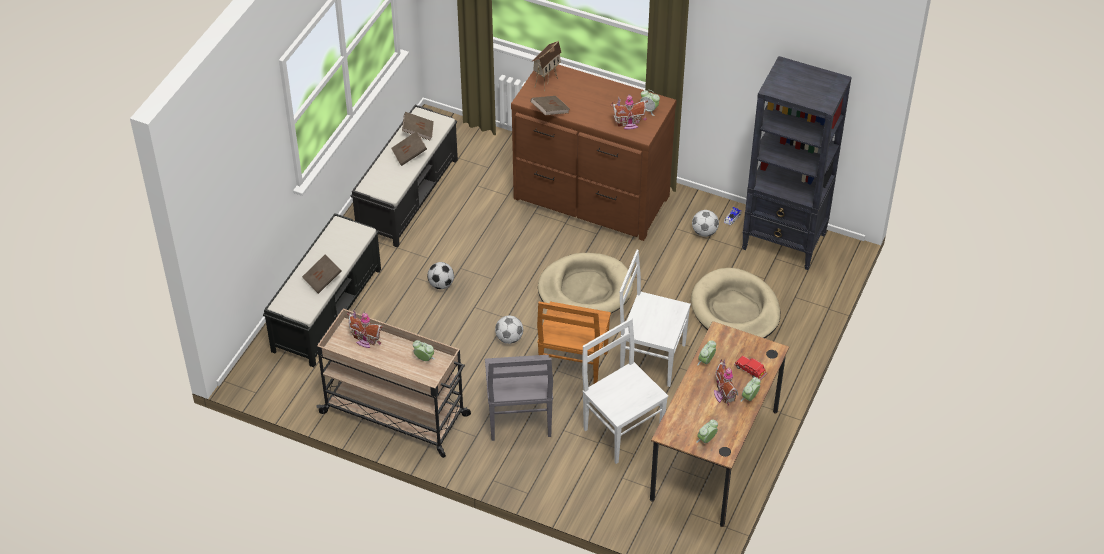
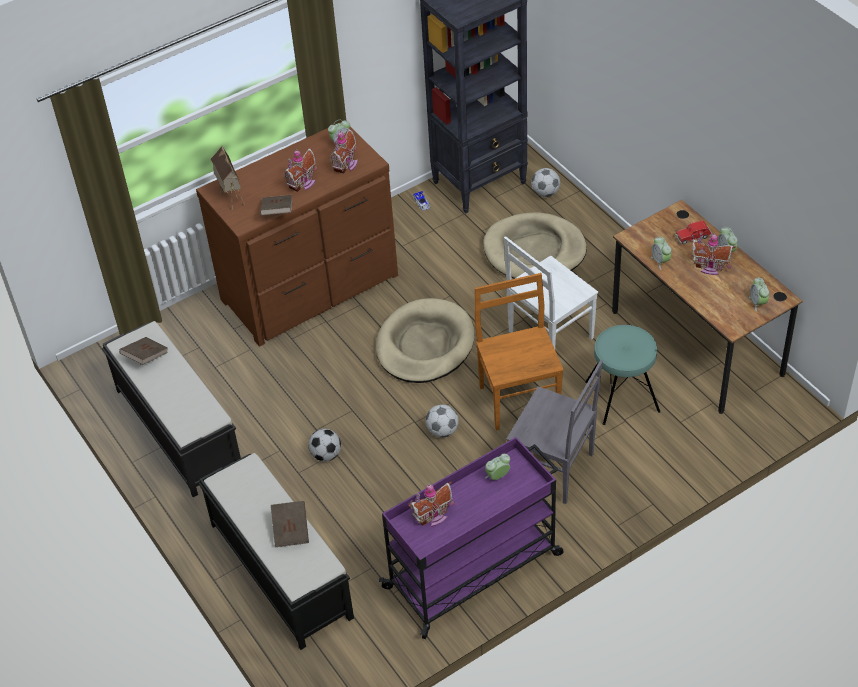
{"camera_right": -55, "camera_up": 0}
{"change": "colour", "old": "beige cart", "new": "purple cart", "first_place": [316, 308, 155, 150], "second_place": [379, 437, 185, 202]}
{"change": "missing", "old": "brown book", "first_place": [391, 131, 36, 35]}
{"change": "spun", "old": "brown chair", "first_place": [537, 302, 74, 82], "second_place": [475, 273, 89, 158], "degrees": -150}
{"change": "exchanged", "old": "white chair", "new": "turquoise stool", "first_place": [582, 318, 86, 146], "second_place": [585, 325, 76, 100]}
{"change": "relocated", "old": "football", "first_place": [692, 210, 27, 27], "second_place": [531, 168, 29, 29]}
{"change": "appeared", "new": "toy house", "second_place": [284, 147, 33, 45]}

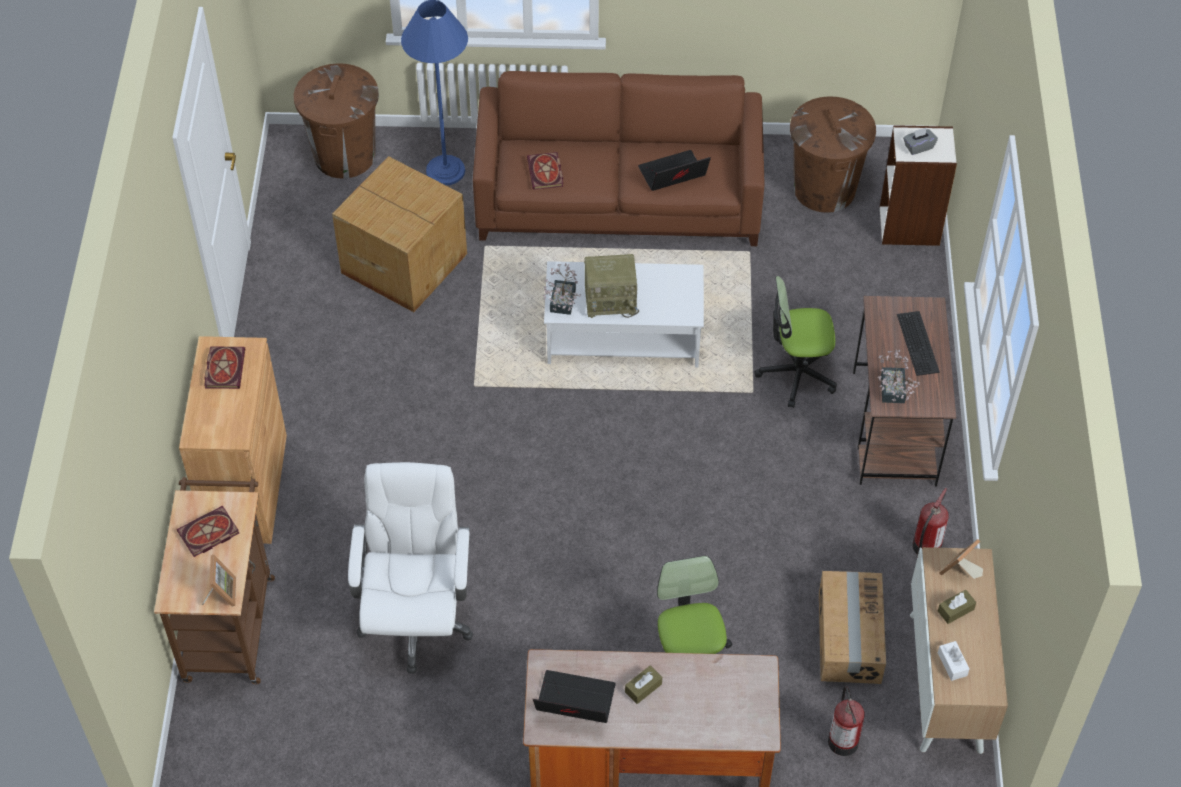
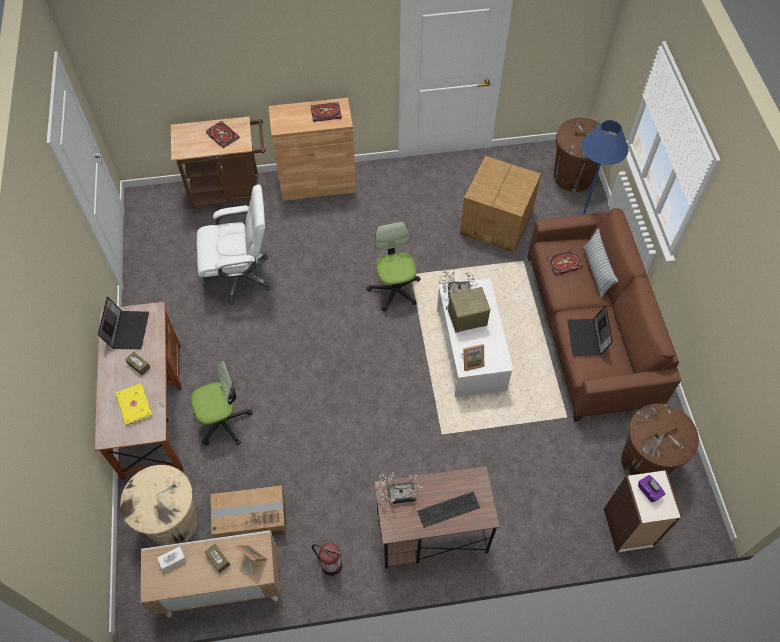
{"camera_right": 80, "camera_up": 5}
{"change": "relocated", "old": "picture frame", "first_place": [202, 555, 34, 52], "second_place": [460, 344, 24, 27]}
{"change": "spun", "old": "radio", "first_place": [584, 254, 55, 64], "second_place": [446, 287, 45, 46], "degrees": 90}
{"change": "spun", "old": "laptop", "first_place": [638, 150, 73, 41], "second_place": [567, 305, 46, 51], "degrees": -150}
{"change": "relocated", "old": "office chair", "first_place": [755, 276, 82, 132], "second_place": [367, 222, 54, 90]}
{"change": "exchanged", "old": "fire extinguisher", "new": "beige trash can", "first_place": [828, 686, 37, 70], "second_place": [120, 465, 78, 81]}
{"change": "colour", "old": "grey tissue box", "new": "purple tissue box", "first_place": [903, 128, 35, 27], "second_place": [638, 475, 27, 27]}
{"change": "appeared", "new": "yellow book", "second_place": [115, 383, 38, 44]}
{"change": "appeared", "new": "pillow", "second_place": [583, 228, 35, 70]}

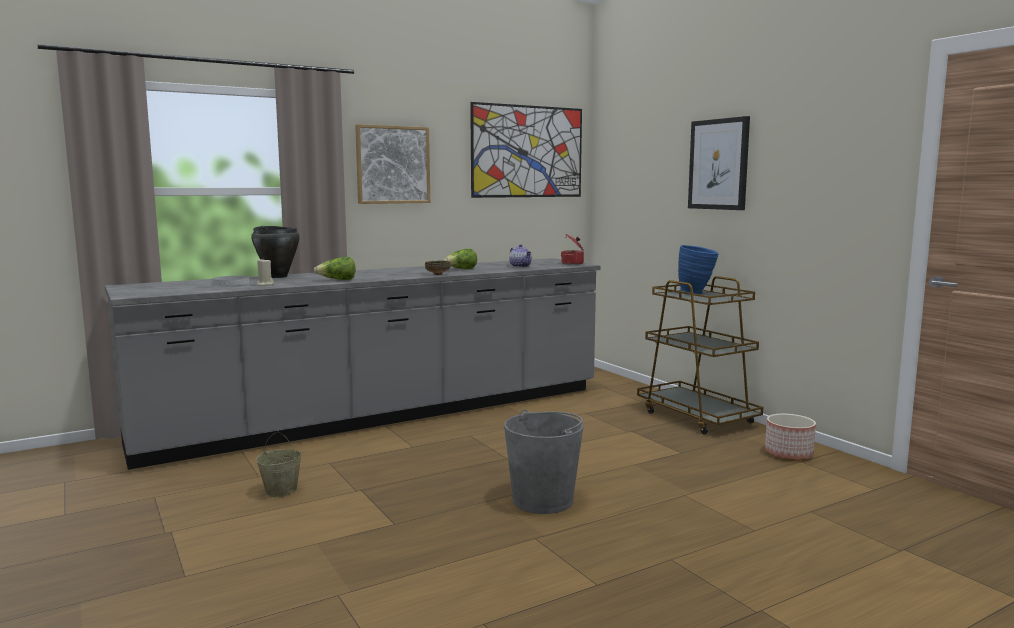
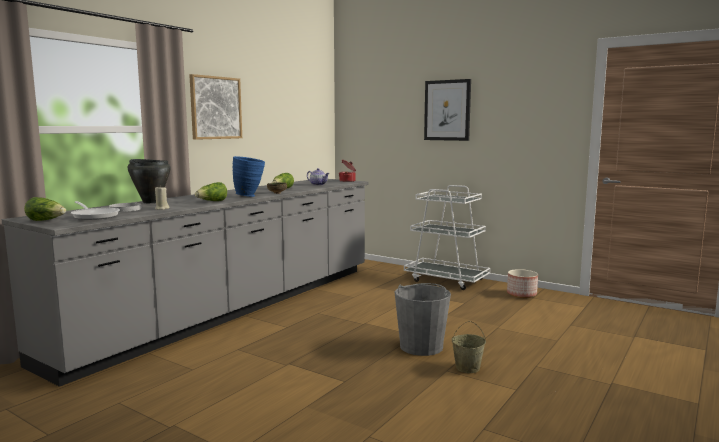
{"camera_right": -25, "camera_up": 0}
{"change": "relocated", "old": "beige bucket", "first_place": [256, 431, 46, 66], "second_place": [452, 321, 34, 52]}
{"change": "missing", "old": "picture", "first_place": [470, 102, 112, 96]}
{"change": "colour", "old": "brown cart", "new": "white cart", "first_place": [637, 276, 126, 158], "second_place": [404, 185, 86, 105]}
{"change": "relocated", "old": "blue vase", "first_place": [678, 245, 41, 49], "second_place": [233, 156, 32, 41]}
{"change": "appeared", "new": "lettuce", "second_place": [24, 197, 42, 24]}
{"change": "appeared", "new": "frying pan", "second_place": [71, 201, 49, 19]}

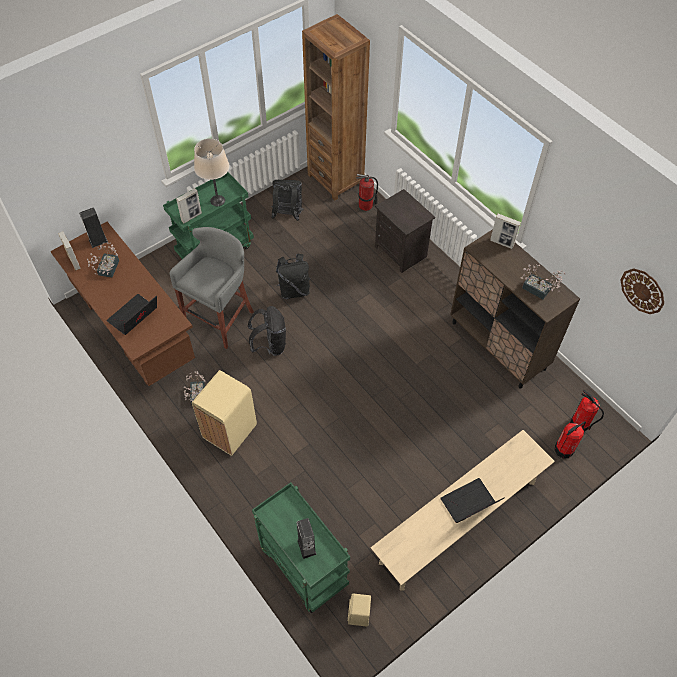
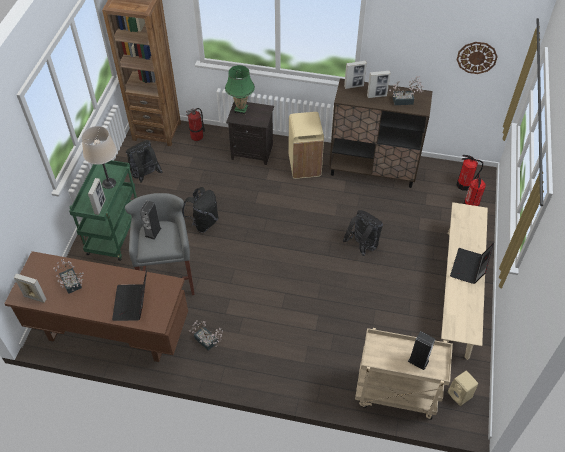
{"camera_right": -40, "camera_up": -5}
{"change": "relocated", "old": "speaker", "first_place": [79, 207, 29, 41], "second_place": [140, 200, 21, 40]}
{"change": "relocated", "old": "beige trash can", "first_place": [192, 370, 65, 86], "second_place": [288, 112, 36, 67]}
{"change": "relocated", "old": "black backpack", "first_place": [248, 306, 38, 50], "second_place": [343, 210, 40, 46]}
{"change": "colour", "old": "green cart", "new": "beige cart", "first_place": [252, 482, 98, 131], "second_place": [355, 328, 98, 92]}
{"change": "appeared", "new": "green table lamp", "second_place": [225, 65, 30, 50]}
{"change": "appeared", "new": "picture frame", "second_place": [367, 71, 24, 27]}

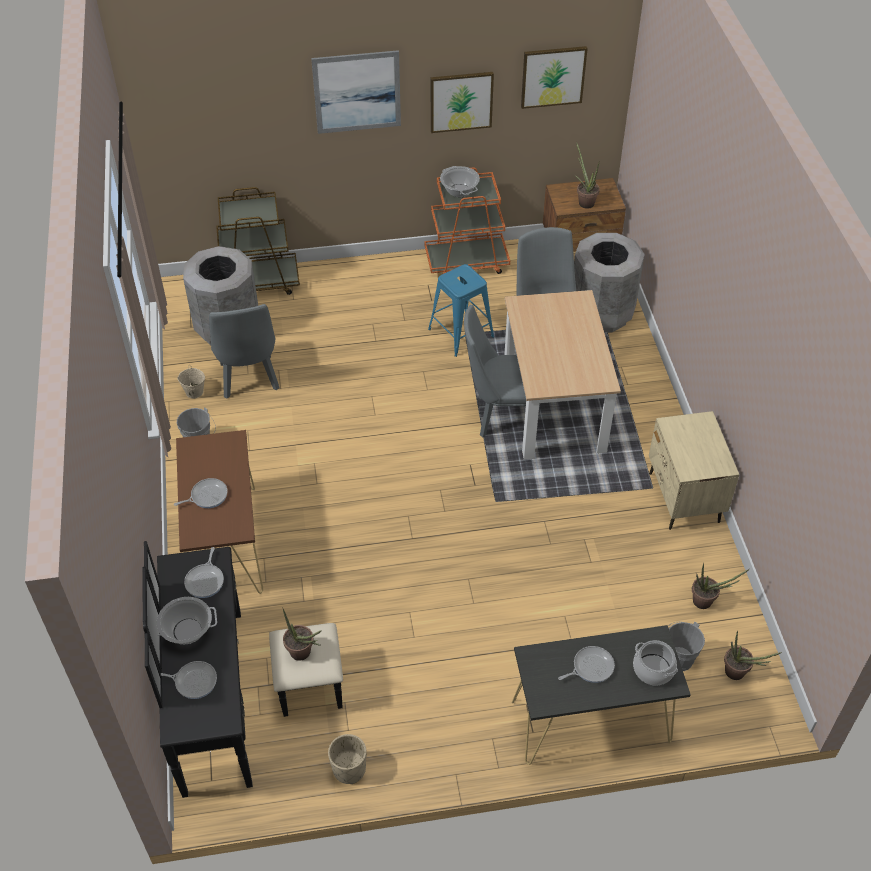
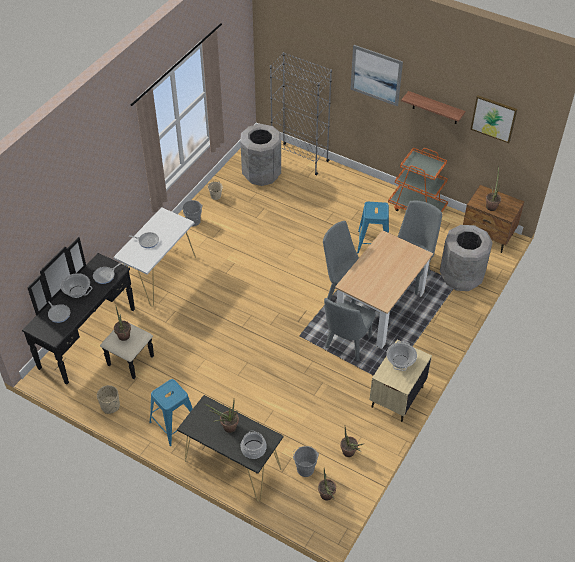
{"camera_right": 40, "camera_up": 0}
{"change": "colour", "old": "brown console table", "new": "white console table", "first_place": [176, 430, 87, 164], "second_place": [113, 207, 83, 100]}
{"change": "relocated", "old": "grey chair", "first_place": [209, 304, 71, 95], "second_place": [324, 298, 52, 63]}
{"change": "exchanged", "old": "brown cart", "new": "grey bookcase", "first_place": [216, 187, 84, 108], "second_place": [270, 52, 62, 124]}
{"change": "exchanged", "old": "picture", "new": "shelf", "first_place": [431, 72, 63, 61], "second_place": [401, 91, 65, 33]}
{"change": "relocated", "old": "cooking pot", "first_place": [440, 166, 40, 31], "second_place": [386, 341, 31, 30]}
{"change": "exchanged", "old": "frying pan", "new": "potted plant", "first_place": [558, 646, 57, 37], "second_place": [205, 401, 34, 32]}
{"change": "appeared", "new": "blue stool", "second_place": [149, 379, 44, 67]}

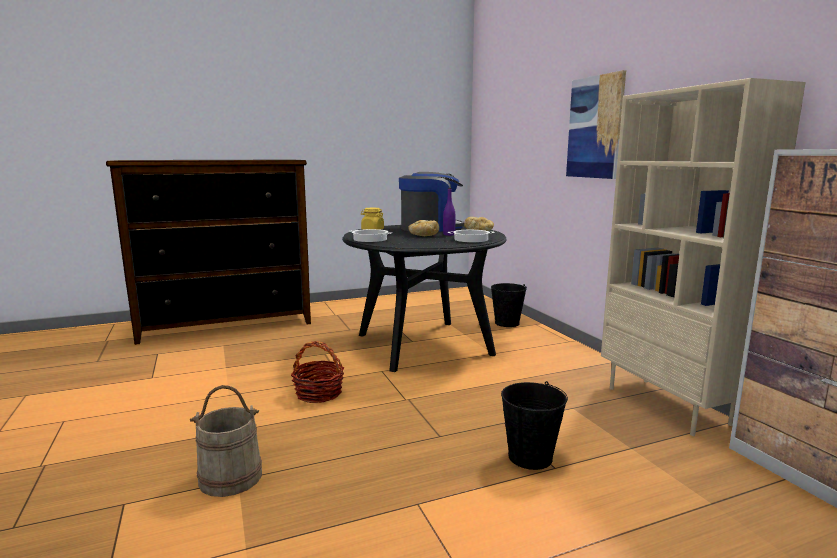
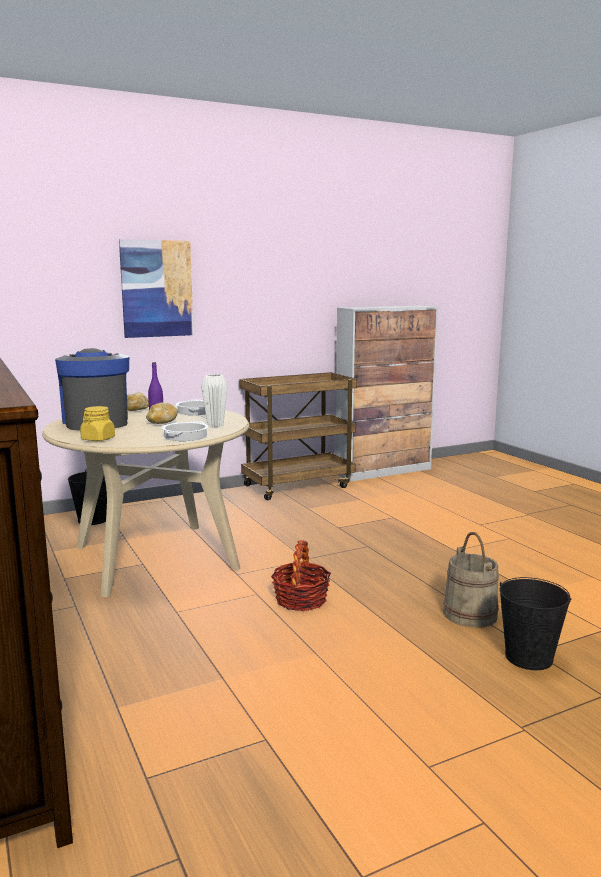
{"camera_right": -95, "camera_up": 0}
{"change": "colour", "old": "black dining table", "new": "beige dining table", "first_place": [342, 225, 165, 147], "second_place": [42, 405, 207, 192]}
{"change": "relocated", "old": "black bucket", "first_place": [501, 381, 67, 89], "second_place": [500, 577, 72, 93]}
{"change": "exchanged", "old": "beige bookcase", "new": "brown cart", "first_place": [601, 78, 205, 358], "second_place": [239, 372, 118, 128]}
{"change": "appeared", "new": "white vase", "second_place": [201, 374, 26, 54]}

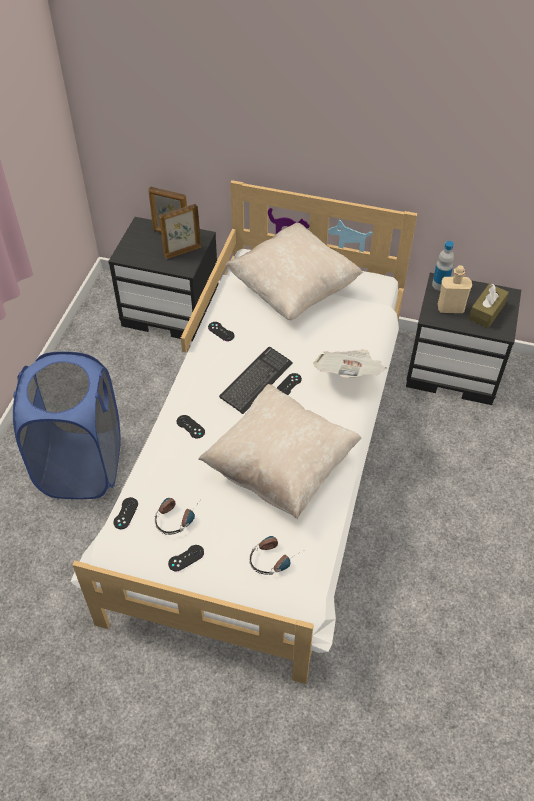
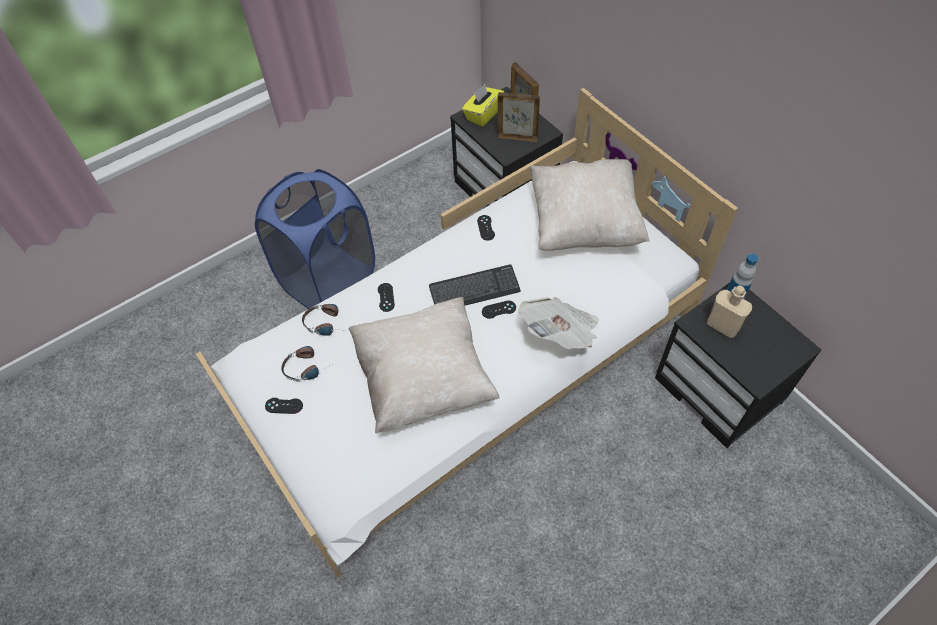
{"camera_right": 40, "camera_up": 5}
{"change": "missing", "old": "black game controller", "first_place": [113, 497, 25, 32]}
{"change": "relocated", "old": "headphones", "first_place": [249, 536, 50, 39], "second_place": [302, 304, 37, 32]}
{"change": "missing", "old": "brown tissue box", "first_place": [469, 284, 40, 44]}
{"change": "appeared", "new": "yellow tissue box", "second_place": [462, 84, 42, 43]}

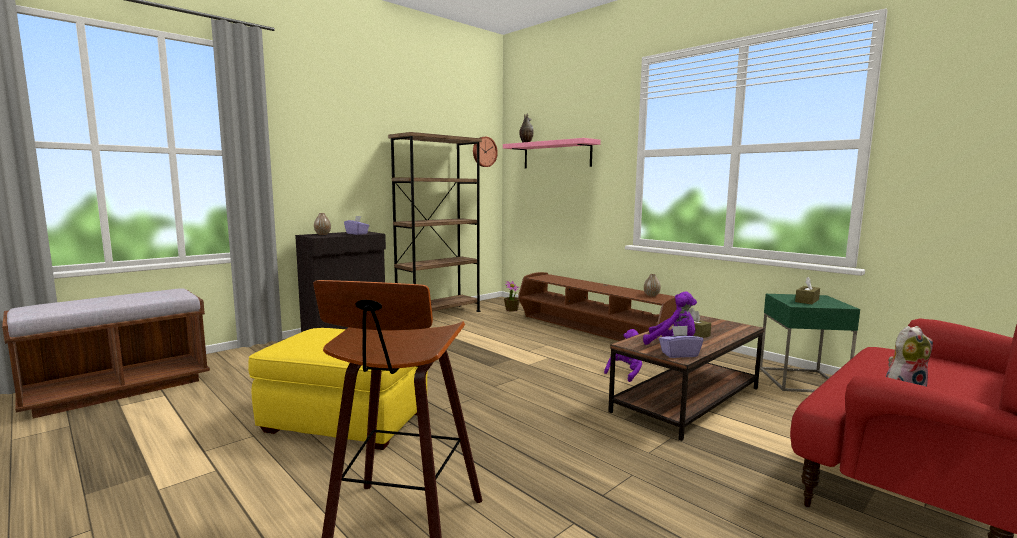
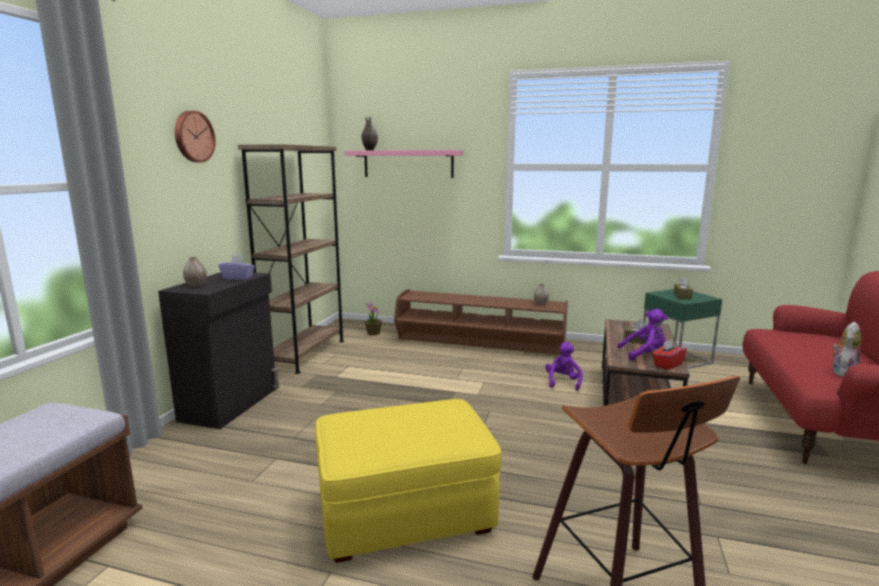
{"camera_right": -30, "camera_up": 5}
{"change": "relocated", "old": "wall clock", "first_place": [473, 137, 25, 30], "second_place": [175, 111, 41, 51]}
{"change": "colour", "old": "purple tissue box", "new": "red tissue box", "first_place": [659, 326, 44, 32], "second_place": [652, 339, 35, 31]}

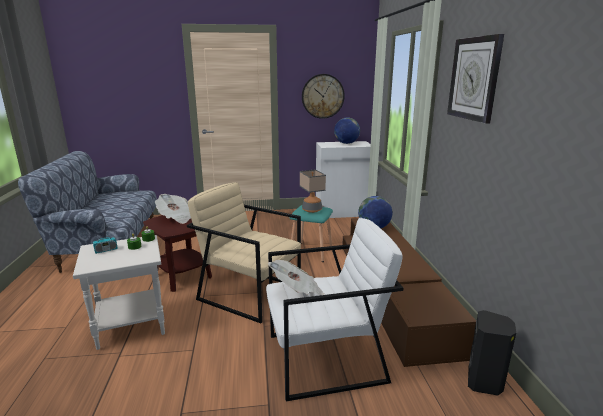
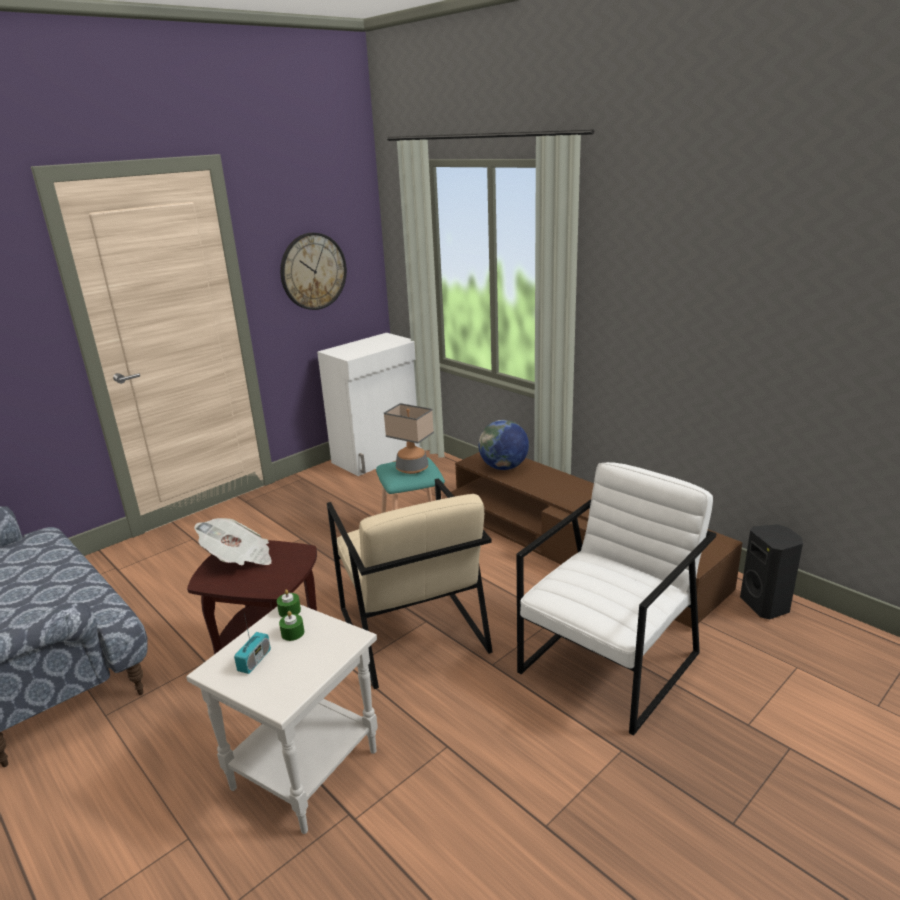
{"camera_right": -35, "camera_up": 5}
{"change": "spun", "old": "beige armchair", "first_place": [187, 182, 114, 141], "second_place": [327, 478, 166, 211], "degrees": -105}
{"change": "missing", "old": "newspaper", "first_place": [268, 260, 56, 35]}
{"change": "missing", "old": "globe", "first_place": [334, 117, 26, 27]}
{"change": "missing", "old": "wall clock", "first_place": [447, 34, 57, 89]}

